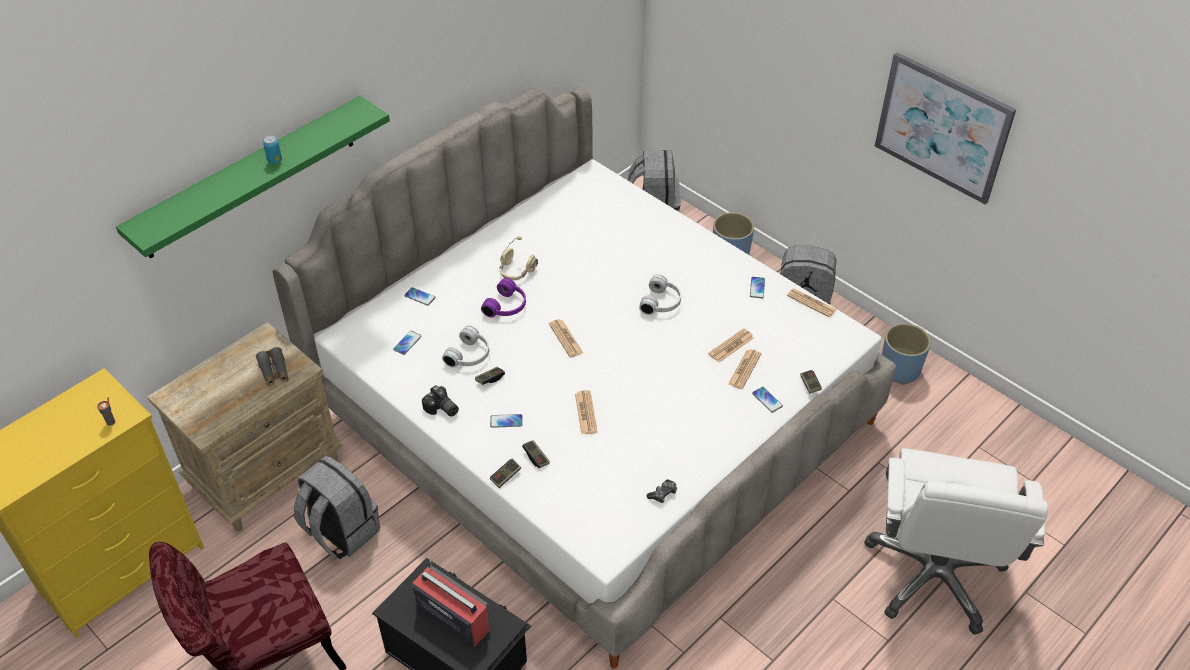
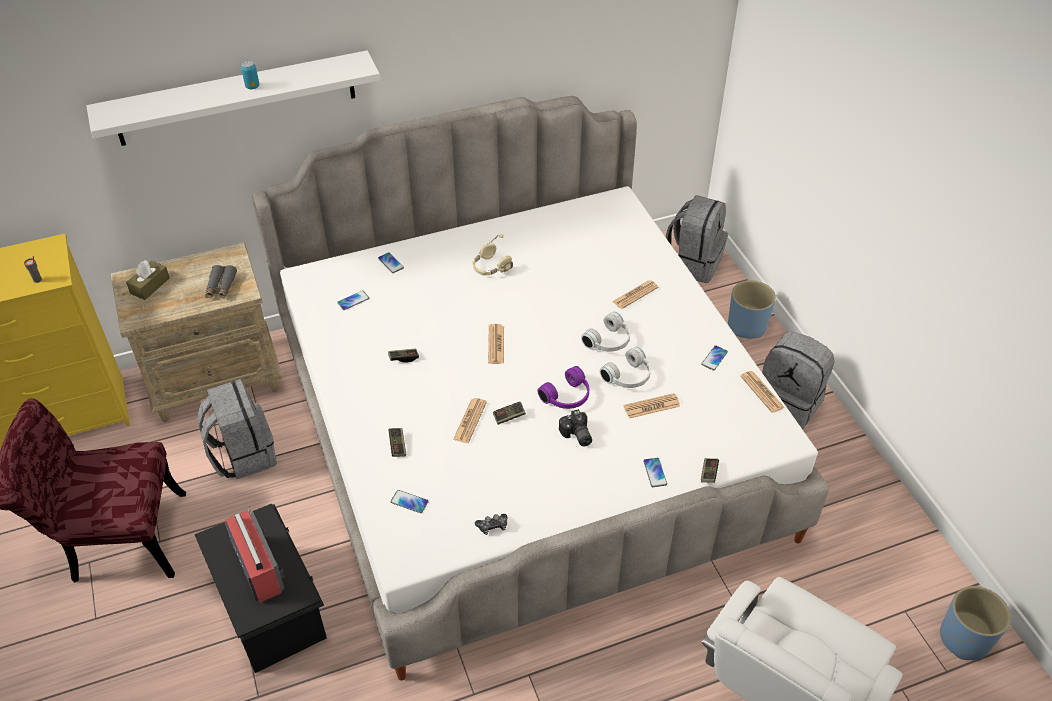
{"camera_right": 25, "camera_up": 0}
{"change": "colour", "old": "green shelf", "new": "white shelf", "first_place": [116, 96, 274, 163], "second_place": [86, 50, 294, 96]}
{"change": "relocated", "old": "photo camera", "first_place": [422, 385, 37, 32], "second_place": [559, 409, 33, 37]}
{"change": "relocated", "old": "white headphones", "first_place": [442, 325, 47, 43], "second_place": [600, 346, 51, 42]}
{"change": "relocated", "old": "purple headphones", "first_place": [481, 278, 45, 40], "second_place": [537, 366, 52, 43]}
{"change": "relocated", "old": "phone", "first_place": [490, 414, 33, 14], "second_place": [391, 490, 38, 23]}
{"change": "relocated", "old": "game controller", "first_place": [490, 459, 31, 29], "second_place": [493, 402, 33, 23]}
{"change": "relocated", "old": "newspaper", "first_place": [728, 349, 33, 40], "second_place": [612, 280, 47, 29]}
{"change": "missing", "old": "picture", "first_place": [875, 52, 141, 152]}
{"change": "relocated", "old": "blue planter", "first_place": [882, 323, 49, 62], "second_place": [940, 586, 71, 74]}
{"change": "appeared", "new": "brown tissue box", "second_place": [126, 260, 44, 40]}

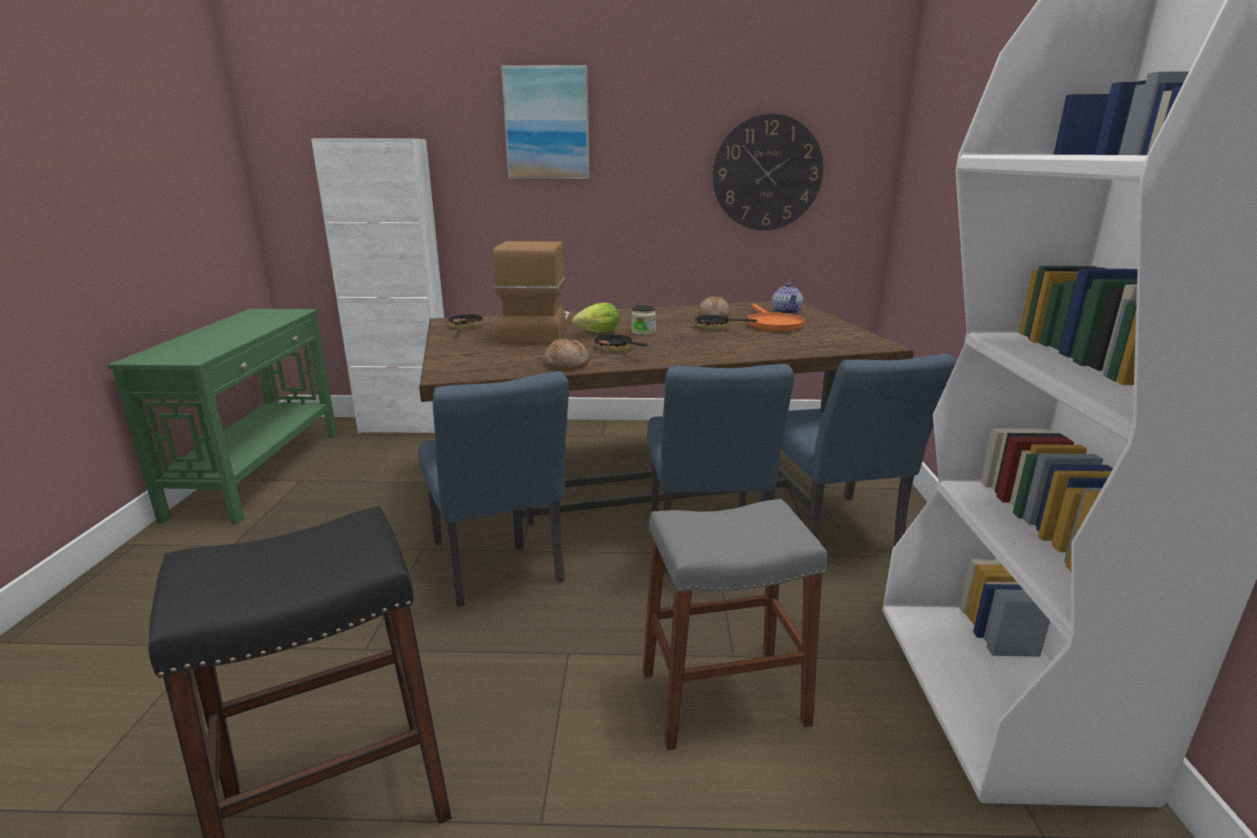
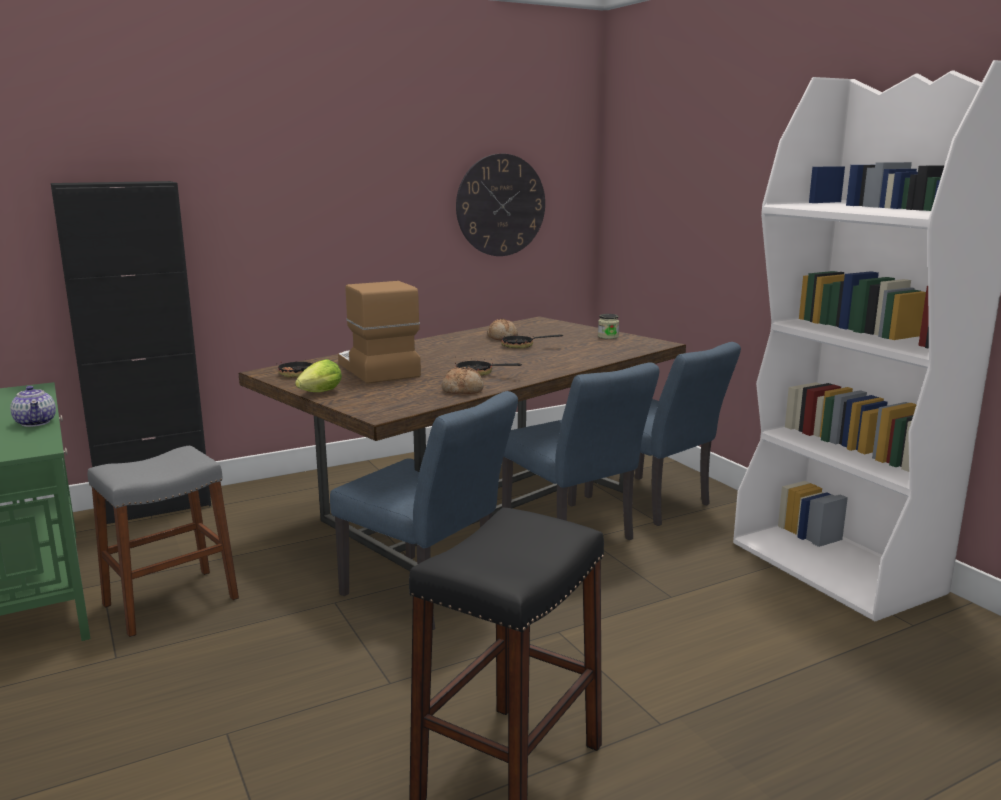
{"camera_right": -30, "camera_up": -5}
{"change": "colour", "old": "white cabinet", "new": "black cabinet", "first_place": [311, 138, 133, 295], "second_place": [51, 181, 160, 343]}
{"change": "missing", "old": "picture", "first_place": [501, 65, 89, 114]}
{"change": "relocated", "old": "lettuce", "first_place": [572, 302, 47, 30], "second_place": [295, 359, 47, 33]}
{"change": "relocated", "old": "jar", "first_place": [631, 305, 25, 31], "second_place": [598, 314, 21, 25]}
{"change": "relocated", "old": "grey stool", "first_place": [643, 499, 184, 251], "second_place": [88, 446, 151, 191]}
{"change": "missing", "old": "orange frying pan", "first_place": [747, 303, 58, 29]}
{"change": "relocated", "old": "teapot", "first_place": [772, 283, 31, 31], "second_place": [10, 386, 46, 41]}

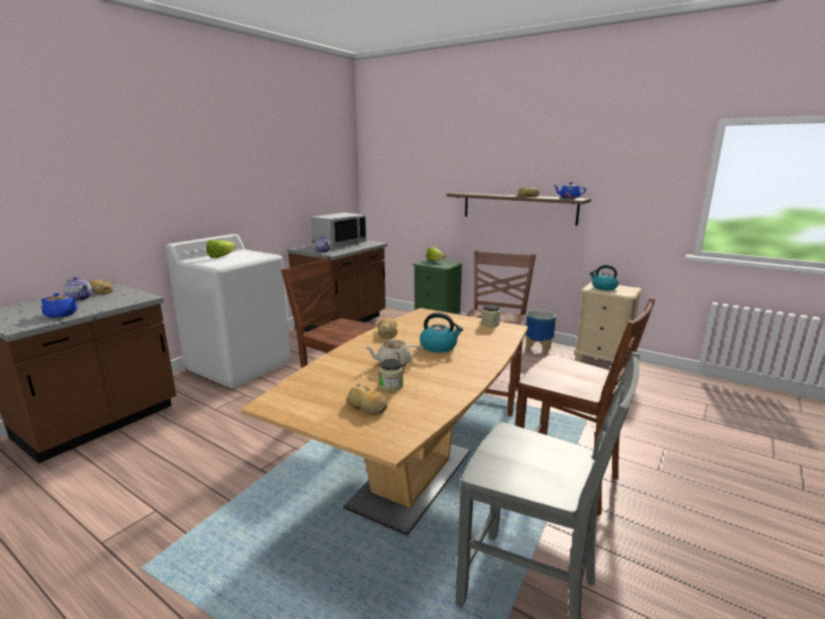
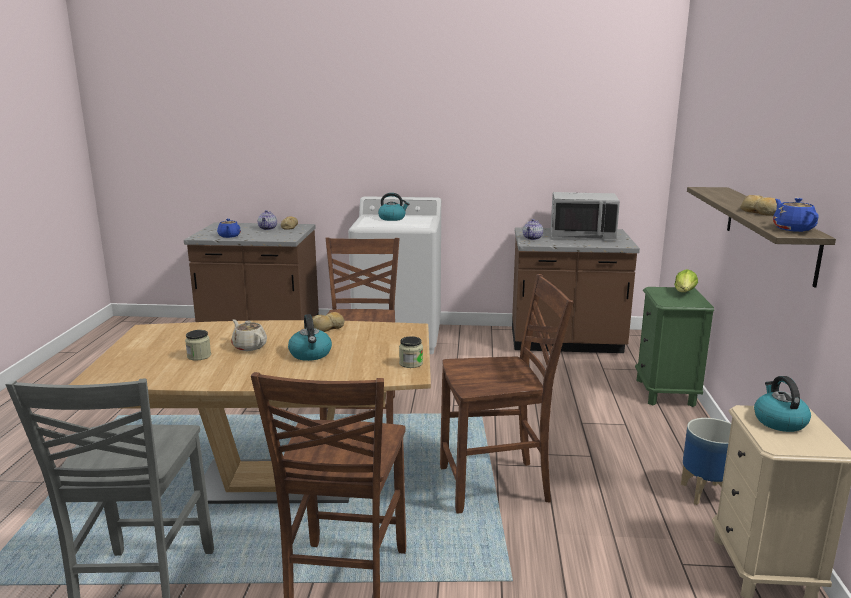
{"camera_right": 60, "camera_up": 0}
{"change": "exchanged", "old": "lettuce", "new": "kettle", "first_place": [206, 240, 30, 18], "second_place": [378, 193, 31, 28]}
{"change": "missing", "old": "bread", "first_place": [346, 384, 42, 31]}

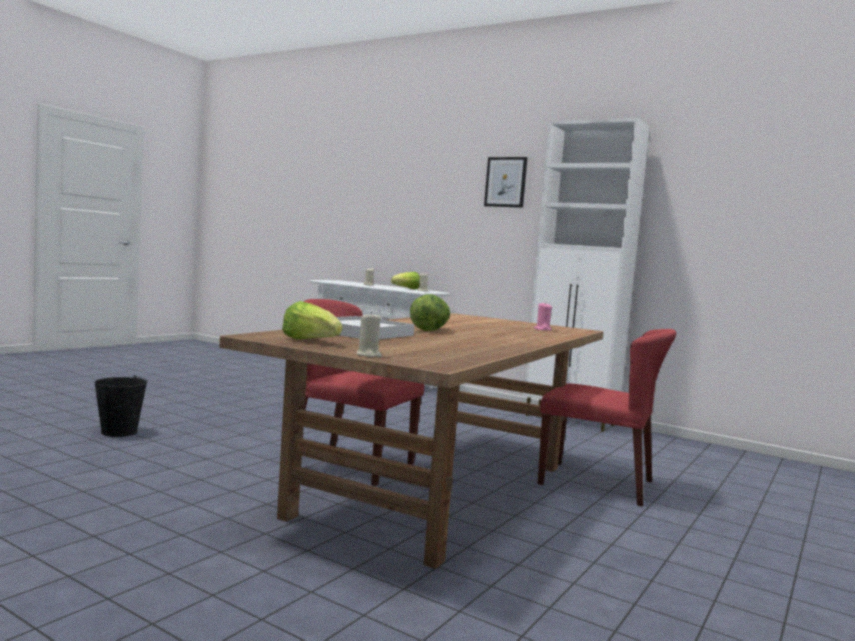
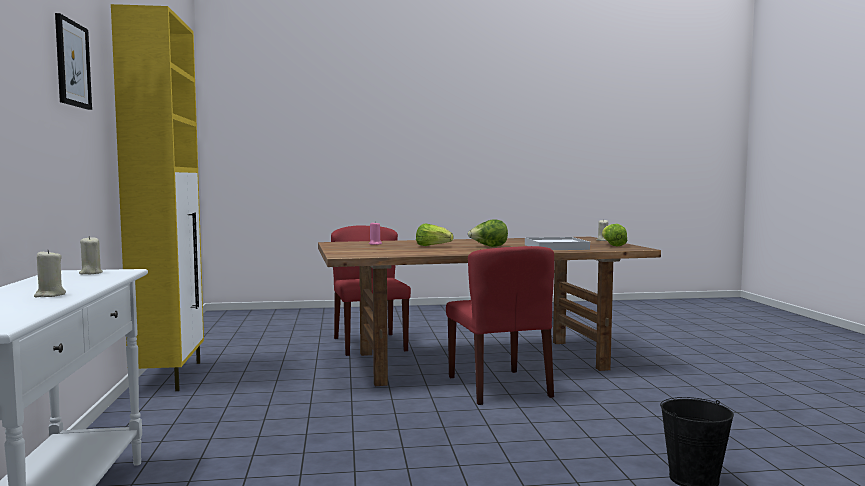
{"camera_right": -130, "camera_up": 0}
{"change": "relocated", "old": "lettuce", "first_place": [391, 272, 29, 17], "second_place": [416, 223, 38, 23]}
{"change": "colour", "old": "white cabinet", "new": "yellow cabinet", "first_place": [524, 118, 126, 314], "second_place": [111, 4, 93, 387]}

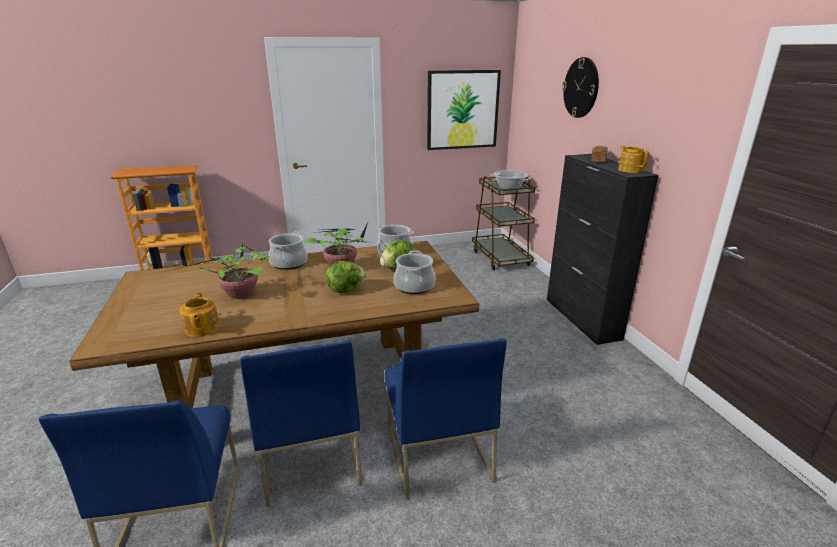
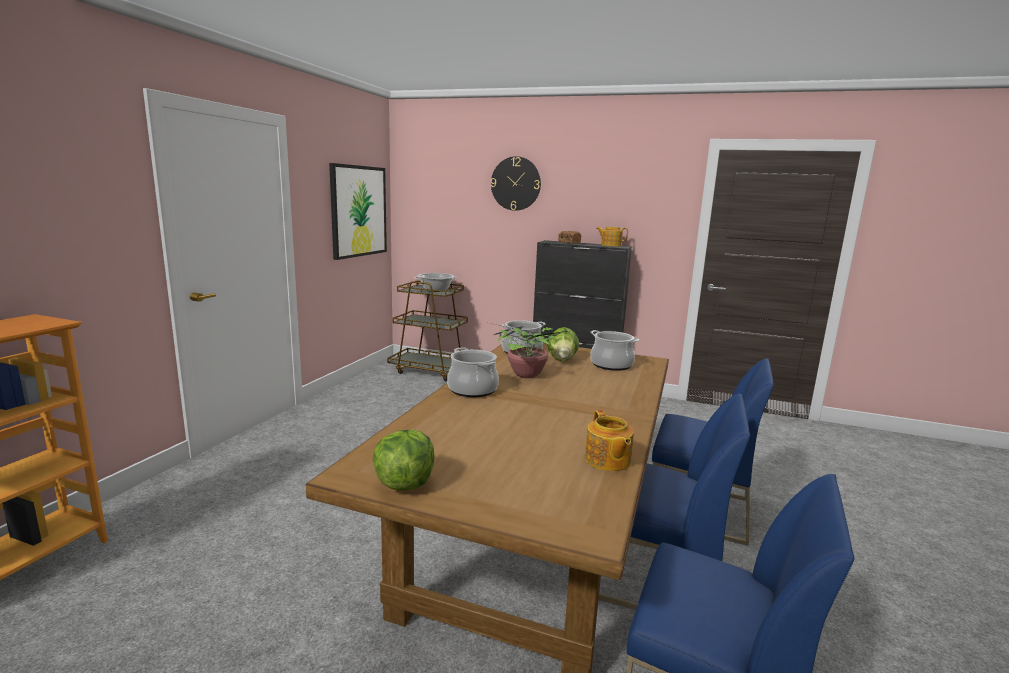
{"camera_right": -55, "camera_up": -10}
{"change": "missing", "old": "potted plant", "first_place": [161, 244, 108, 55]}
{"change": "spun", "old": "teapot", "first_place": [180, 292, 40, 45], "second_place": [585, 410, 49, 61], "degrees": 60}
{"change": "relocated", "old": "lettuce", "first_place": [326, 261, 40, 33], "second_place": [373, 429, 61, 62]}

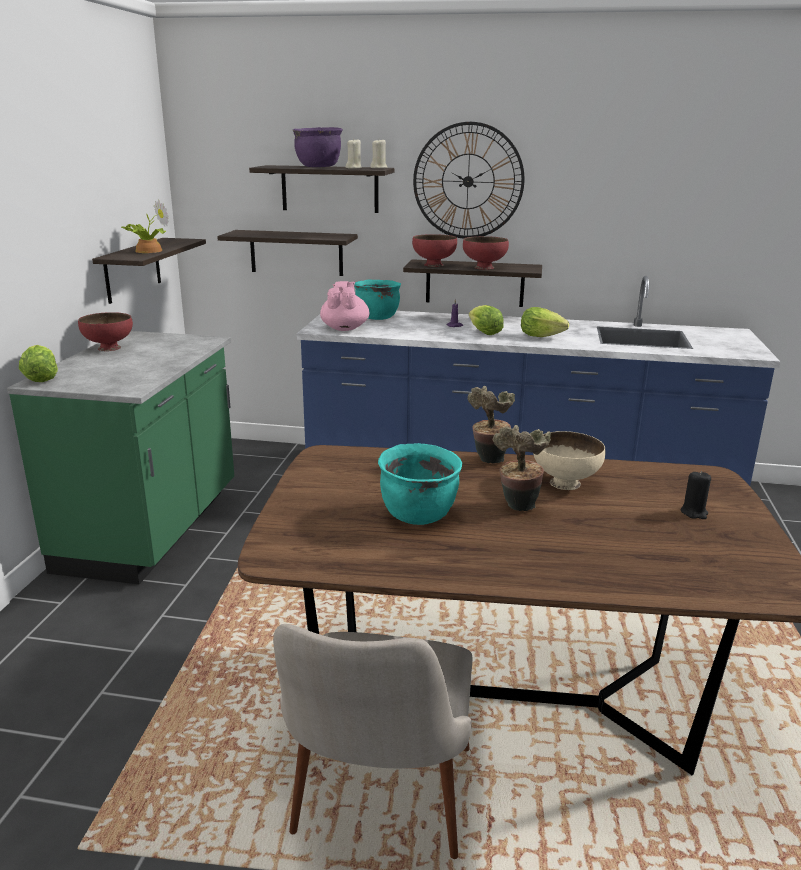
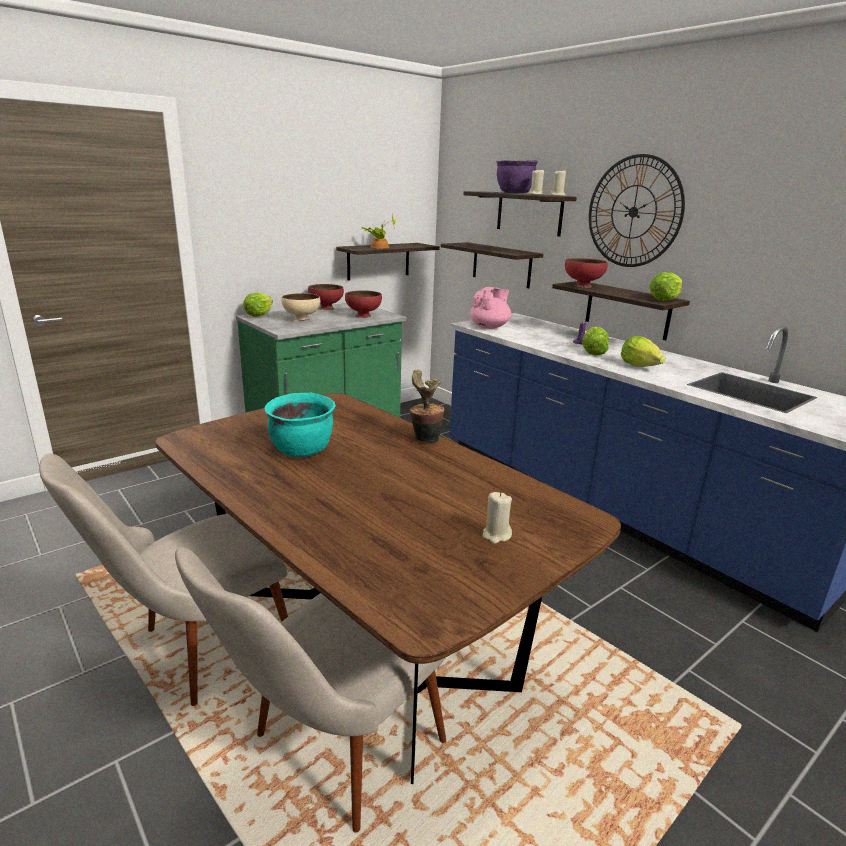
{"camera_right": 40, "camera_up": 0}
{"change": "missing", "old": "turquoise cooking pot", "first_place": [354, 280, 47, 40]}
{"change": "relocated", "old": "red bowl", "first_place": [463, 236, 46, 34], "second_place": [345, 290, 37, 28]}
{"change": "missing", "old": "potted plant", "first_place": [493, 425, 58, 86]}
{"change": "relocated", "old": "beige bowl", "first_place": [533, 431, 72, 59], "second_place": [281, 293, 39, 29]}
{"change": "colour", "old": "black candle", "new": "beige candle", "first_place": [681, 471, 30, 48], "second_place": [483, 492, 29, 52]}
{"change": "appeared", "new": "beige chair", "second_place": [175, 547, 271, 286]}
{"change": "appeared", "new": "lettuce", "second_place": [649, 272, 33, 29]}

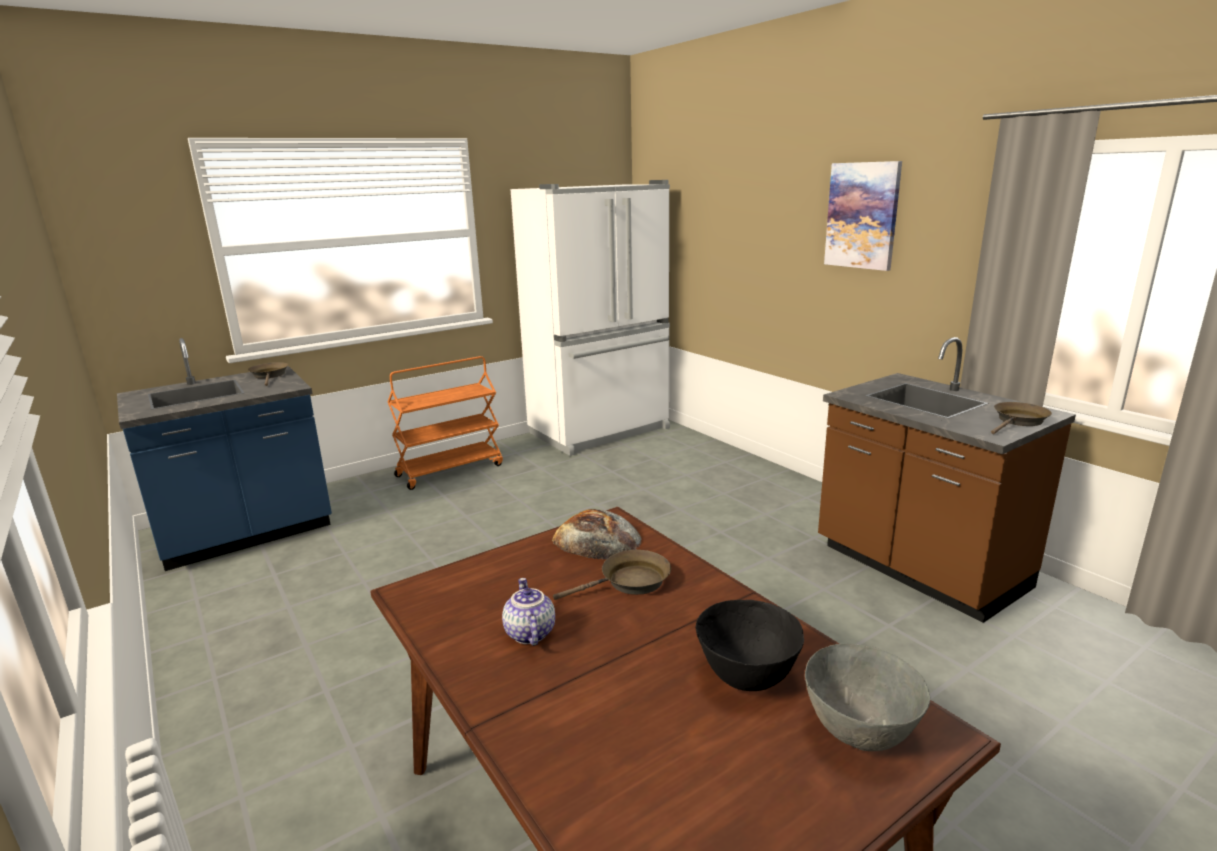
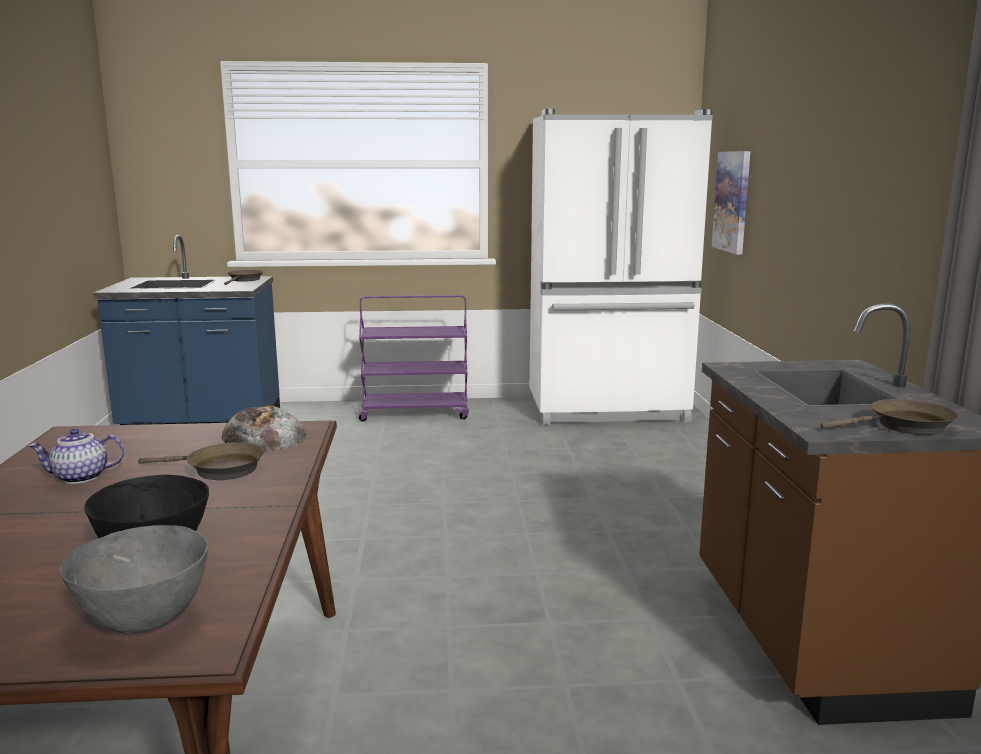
{"camera_right": 30, "camera_up": -5}
{"change": "colour", "old": "orange cart", "new": "purple cart", "first_place": [387, 356, 116, 134], "second_place": [359, 295, 110, 126]}
{"change": "spun", "old": "teapot", "first_place": [502, 578, 53, 68], "second_place": [28, 428, 96, 56], "degrees": -120}
{"change": "relocated", "old": "picture", "first_place": [824, 161, 78, 110], "second_place": [712, 151, 39, 104]}

